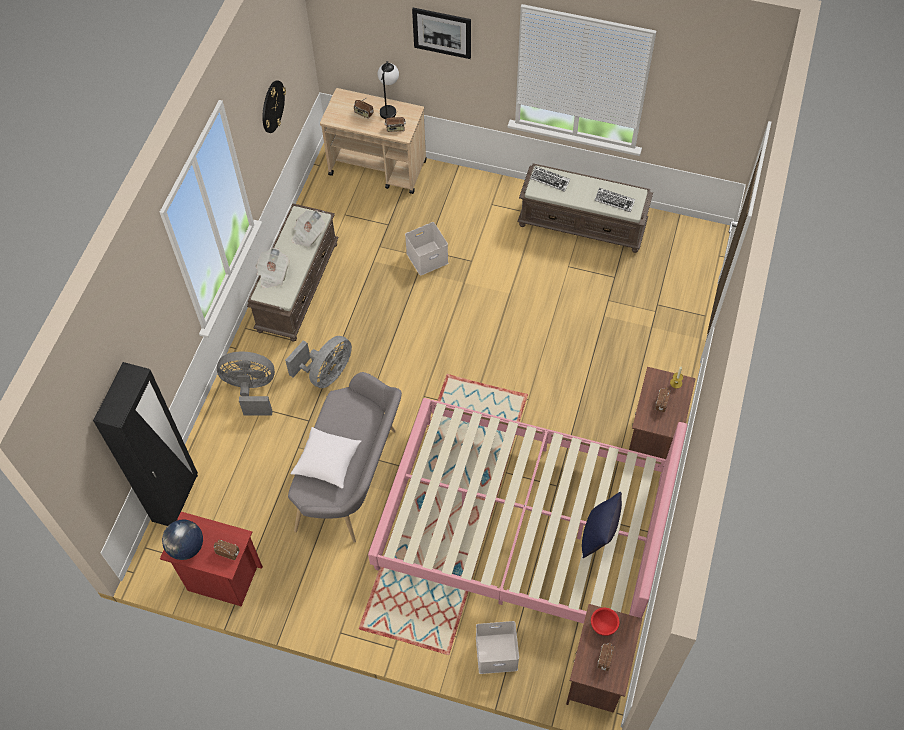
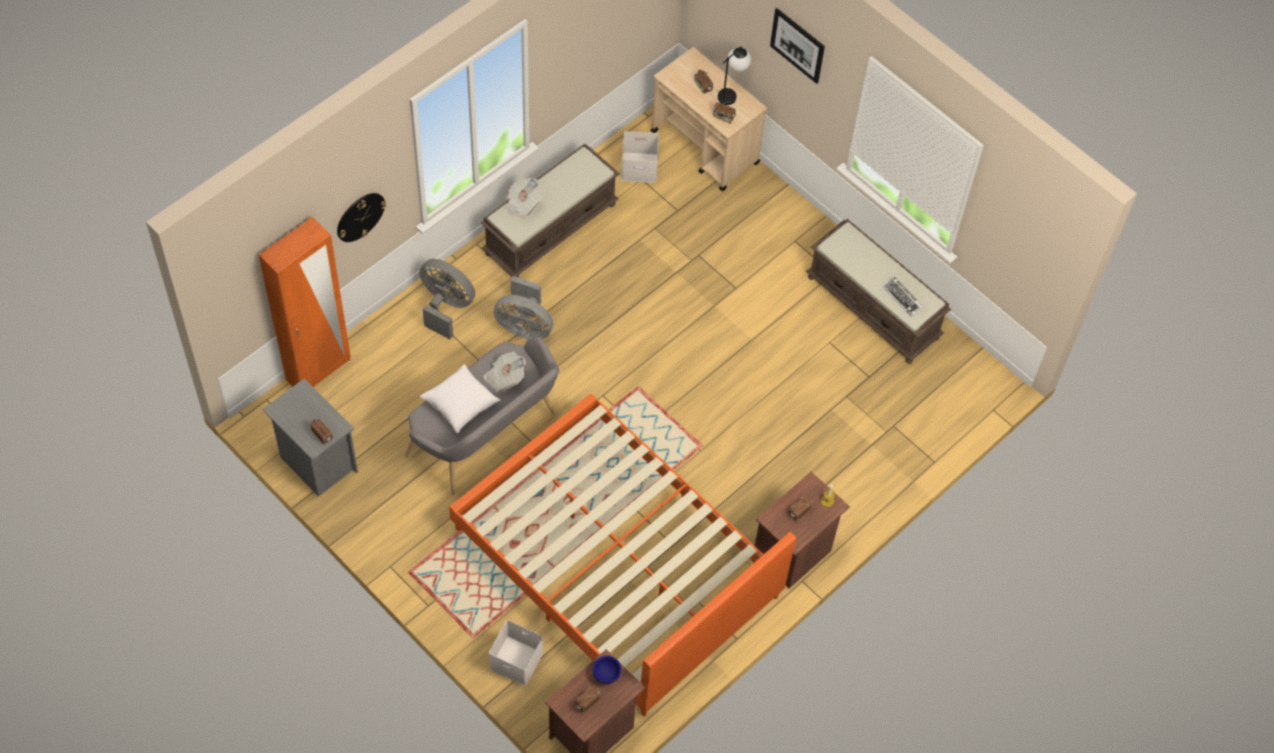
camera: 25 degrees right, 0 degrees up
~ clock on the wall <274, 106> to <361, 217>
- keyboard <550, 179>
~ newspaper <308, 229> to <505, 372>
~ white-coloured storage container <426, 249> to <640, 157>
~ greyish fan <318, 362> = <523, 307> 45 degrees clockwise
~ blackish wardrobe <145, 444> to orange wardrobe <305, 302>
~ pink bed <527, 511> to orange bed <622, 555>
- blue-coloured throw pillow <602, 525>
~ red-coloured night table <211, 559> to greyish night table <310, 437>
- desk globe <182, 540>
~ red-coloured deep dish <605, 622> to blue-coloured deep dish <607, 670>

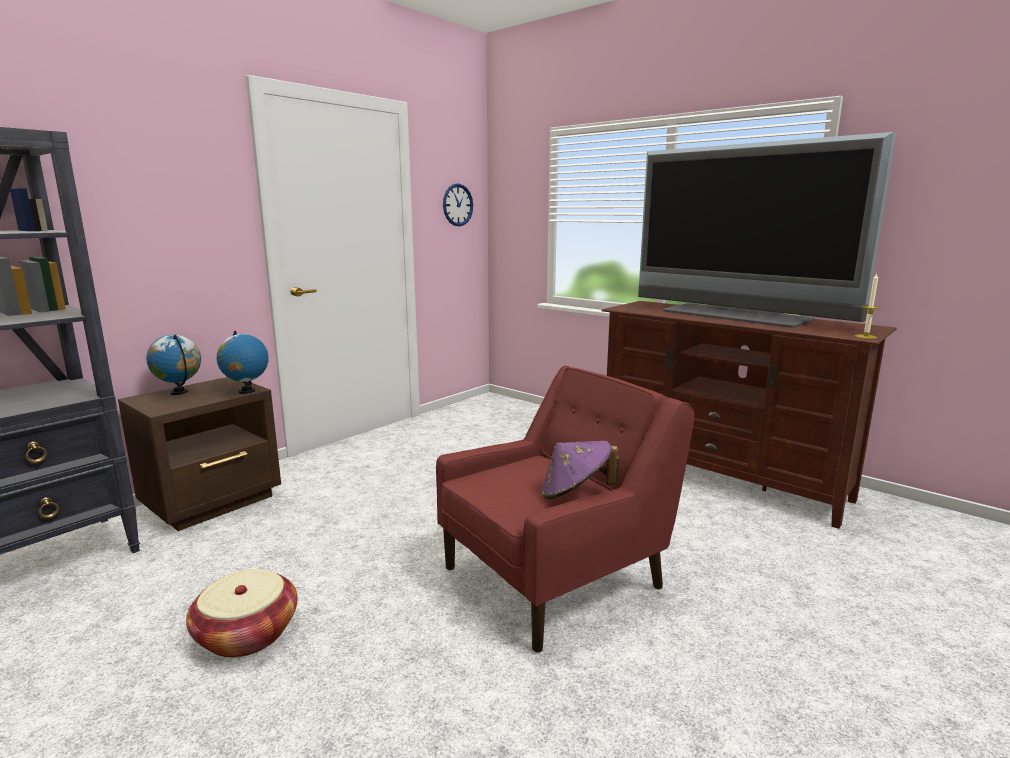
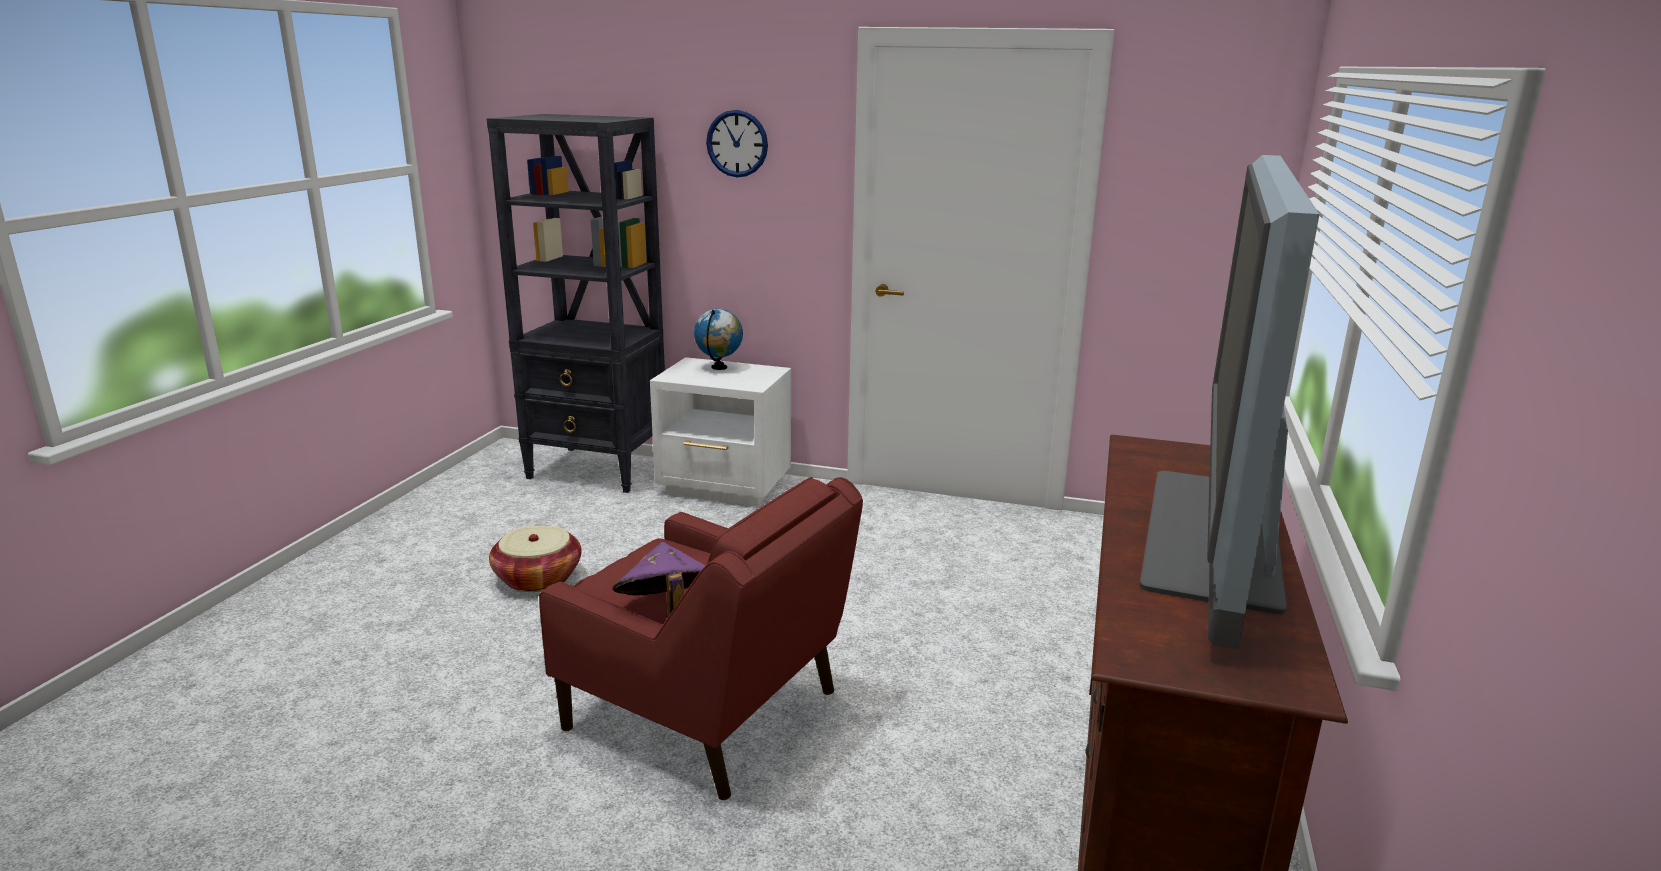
camera: 65 degrees right, 5 degrees up
~ clock on the wall <458, 204> to <737, 143>
- candle <868, 306>
- desk globe <243, 362>
~ brown night table <199, 454> to white-coloured night table <720, 431>

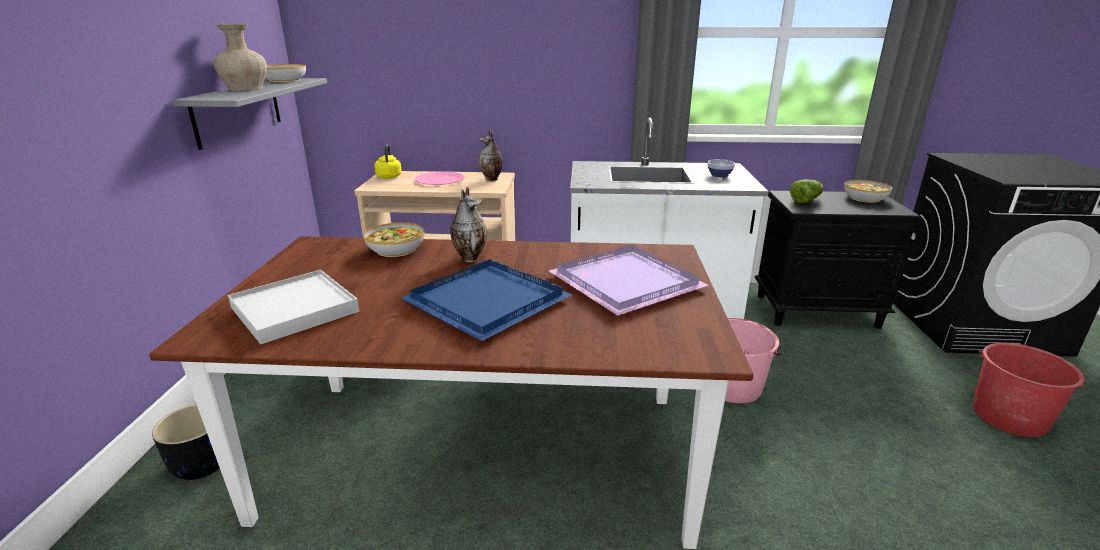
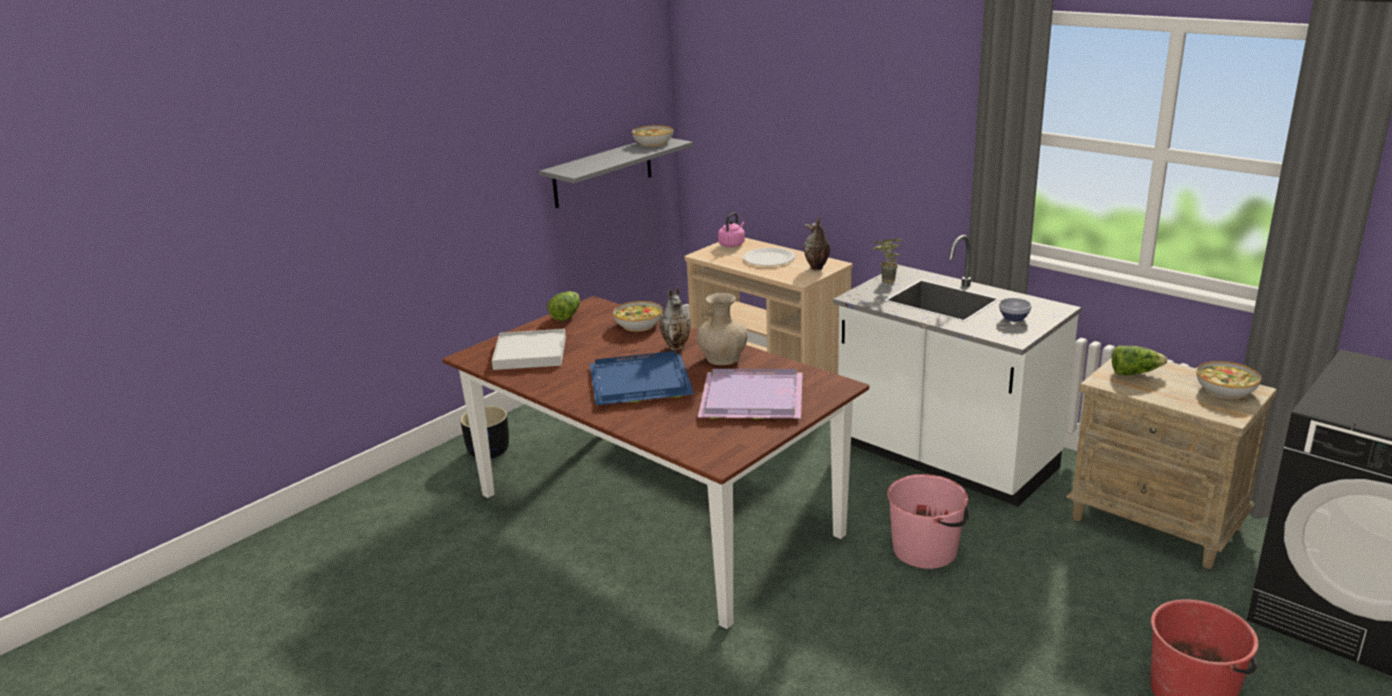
camera: 40 degrees right, 0 degrees up
~ sand-coloured decorative vase <240, 57> to <722, 329>
~ yellow water kettle <388, 161> to pink water kettle <731, 230>
~ pink dinner plate <440, 178> to white-coloured dinner plate <769, 257>
~ blackish night table <837, 260> to sand-coloured night table <1171, 463>
+ plant in a pot <887, 261>
+ lettuce head <563, 306>

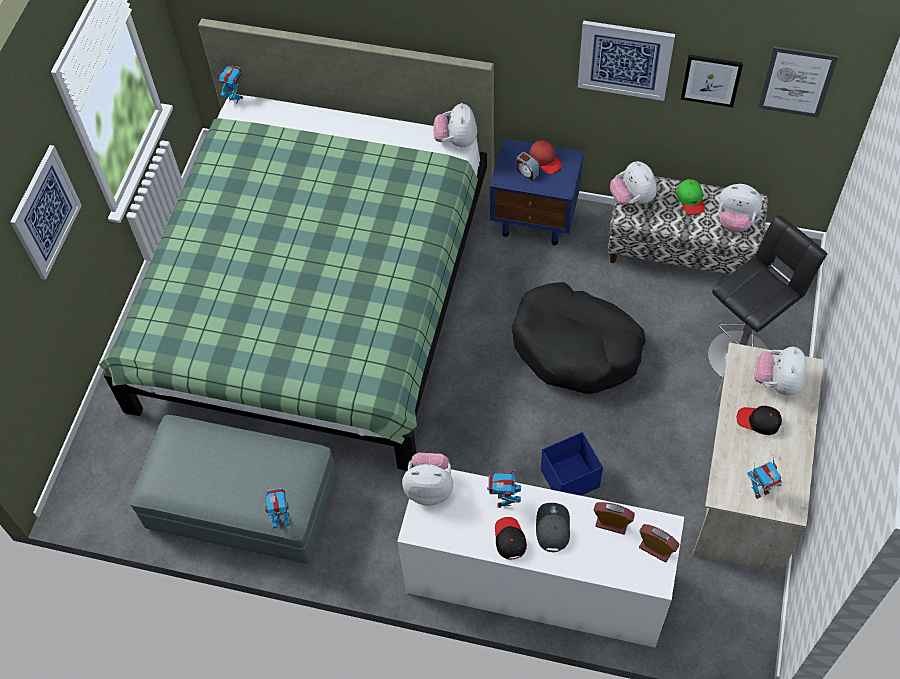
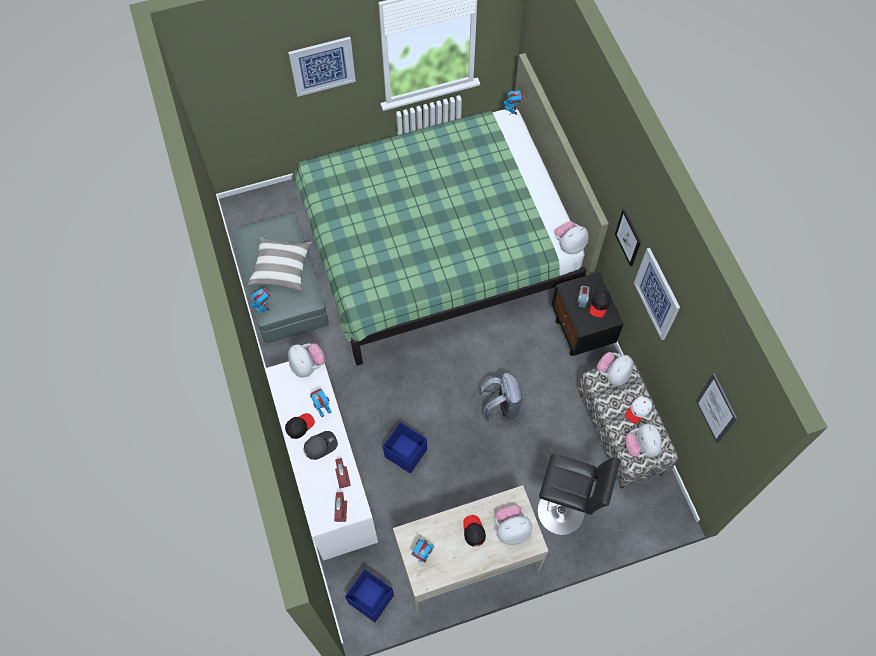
camera: 55 degrees right, 5 degrees up
~ wall art <712, 81> to <628, 237>
~ blue-coloured night table <537, 191> to blackish night table <587, 314>
~ red-coloured cap <546, 157> to blackish cap <600, 304>
~ greenish cap <690, 197> to white-coloured cap <638, 410>
~ blackish dog bed <579, 338> to greyish knapsack <500, 397>
+ throw pillow <279, 264>
+ blue-coloured storage container <369, 595>

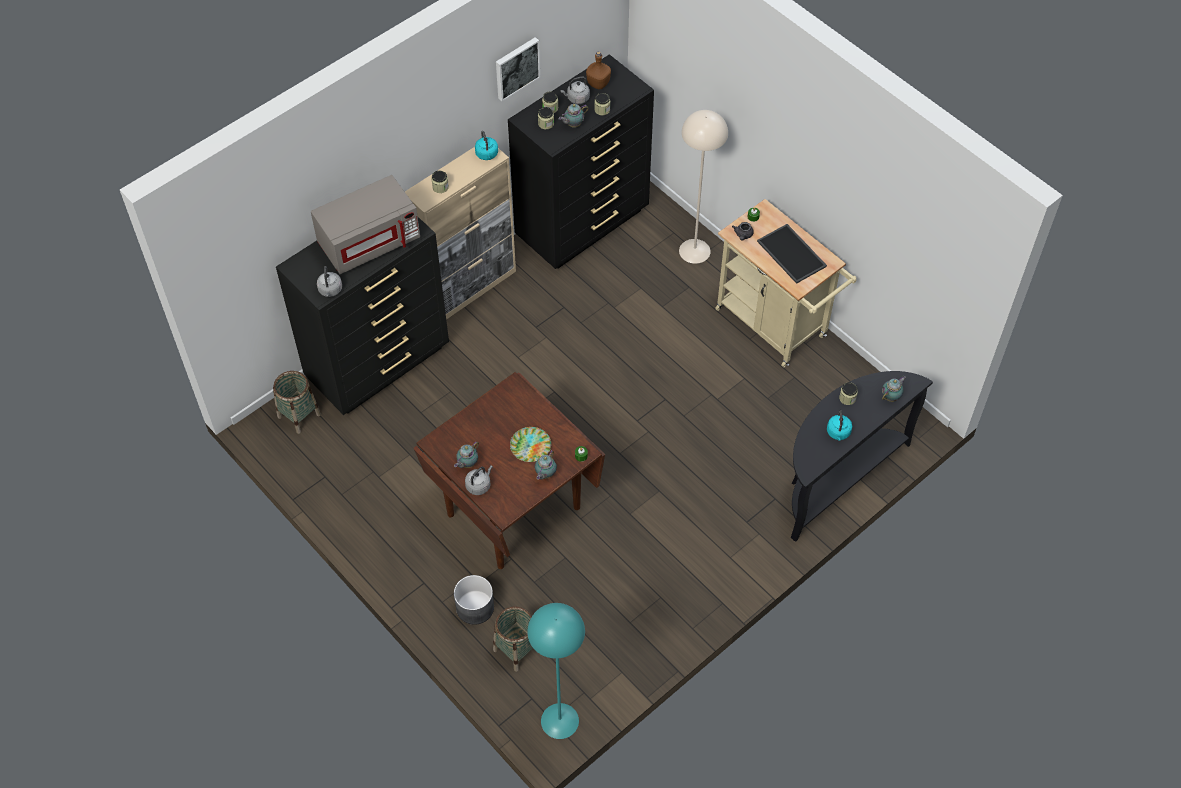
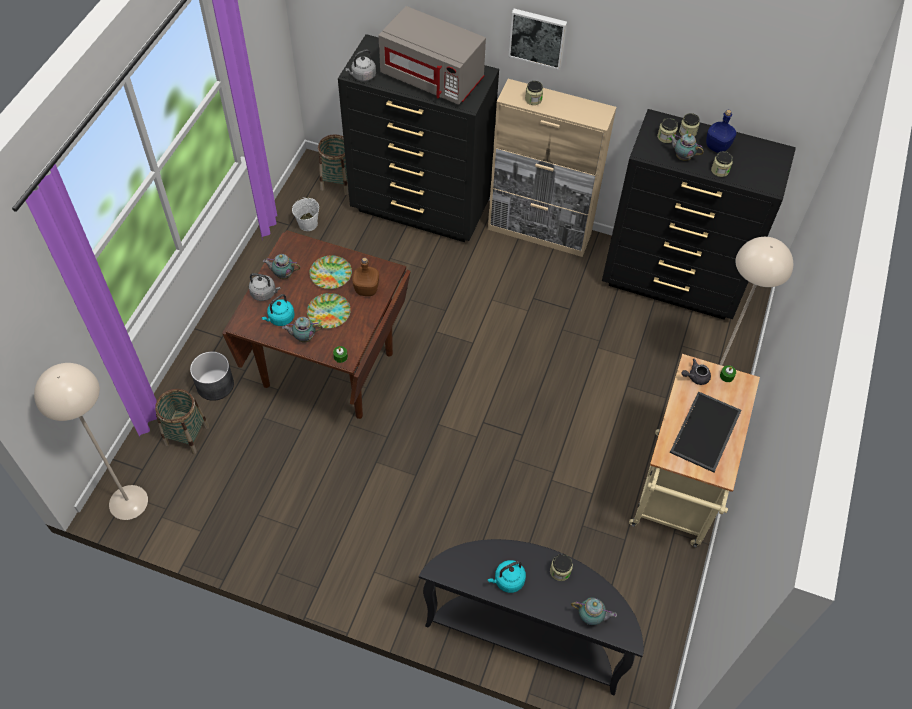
camera: 60 degrees right, 0 degrees up
~ wall art <518, 69> to <537, 39>
~ brown beverage bottle <598, 70> to <365, 276>
~ greyish water kettle <575, 90> to blue-coloured beverage bottle <721, 131>
~ turquoise water kettle <486, 145> to <278, 310>
~ turquoise floor lamp <556, 671> to sand-coloured floor lamp <91, 441>
+ white-coloured pail <305, 214>
+ dinner plate <330, 272>

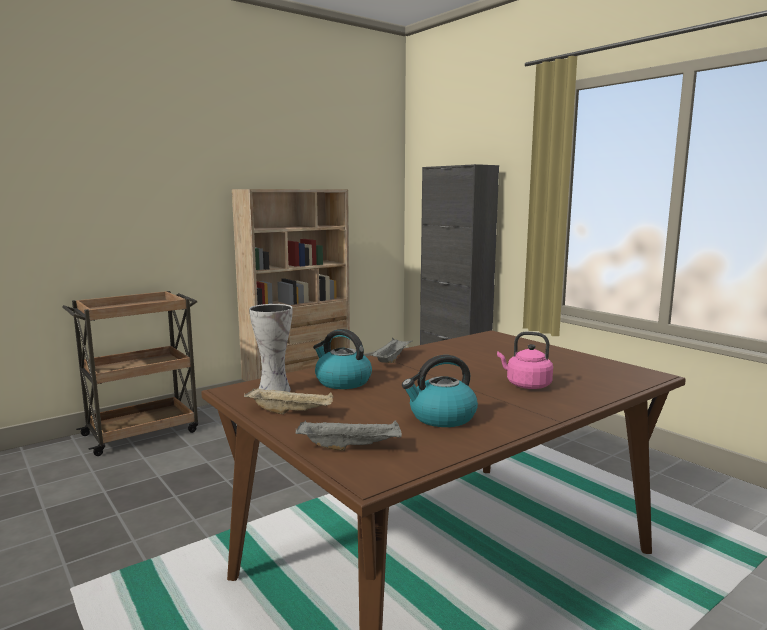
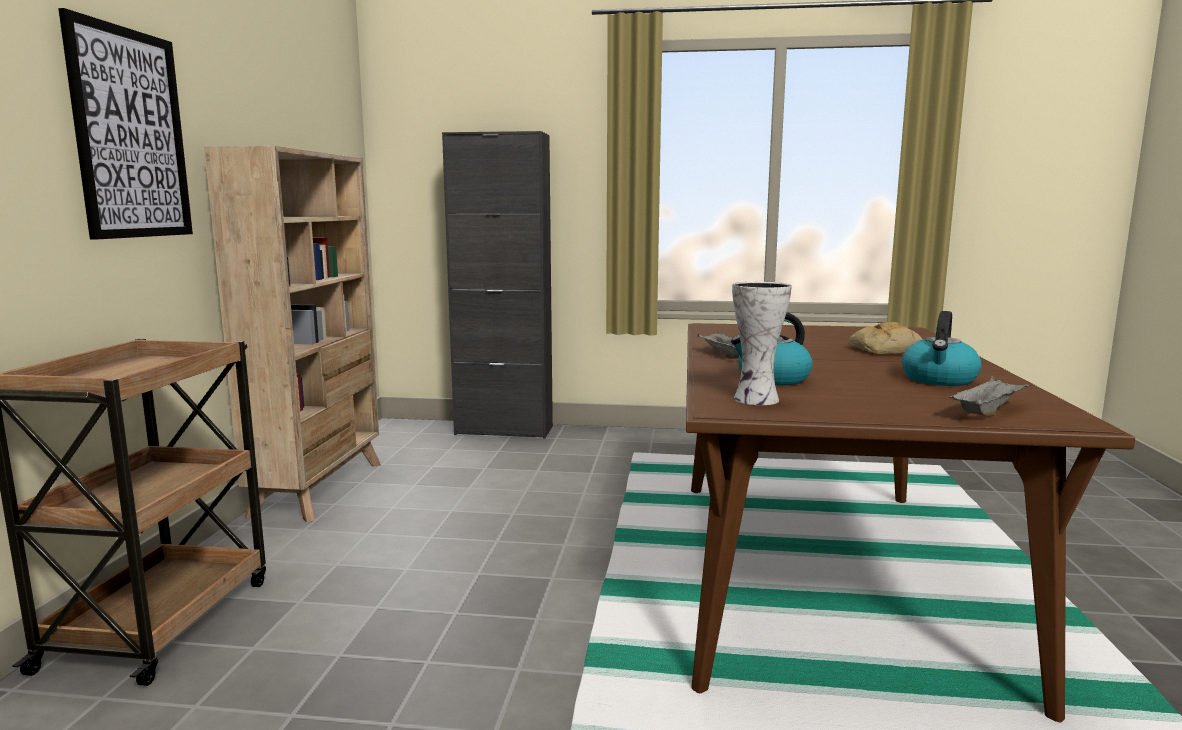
camera: 45 degrees left, 0 degrees up
~ pink water kettle <525, 360> to bread <886, 338>
- sand-coloured serving tray <288, 400>
+ wall art <125, 124>

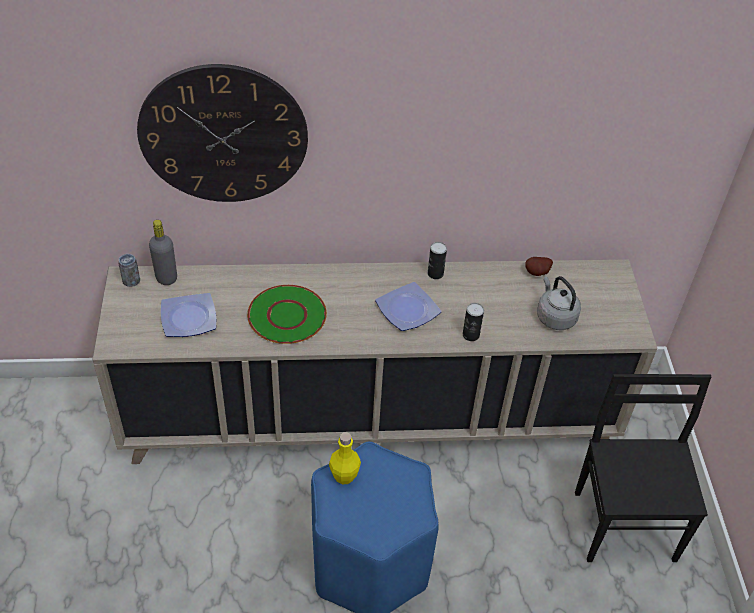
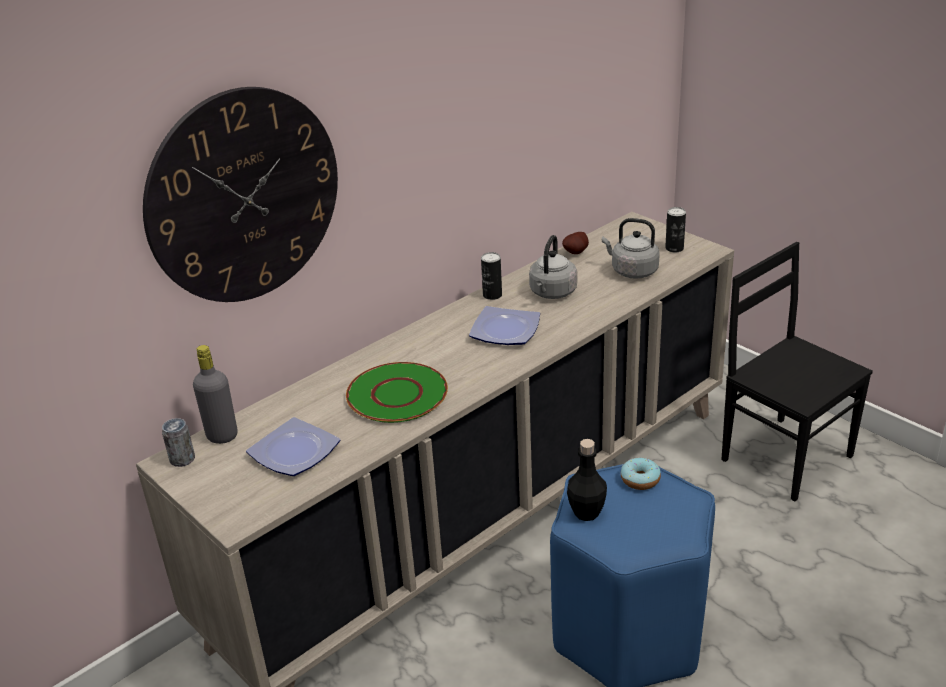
camera: 35 degrees left, 15 degrees down
~ metal can <473, 322> to <675, 229>
~ yellow beverage bottle <345, 458> to blackish beverage bottle <587, 480>
+ greyish water kettle <553, 267>
+ doughnut <641, 474>

